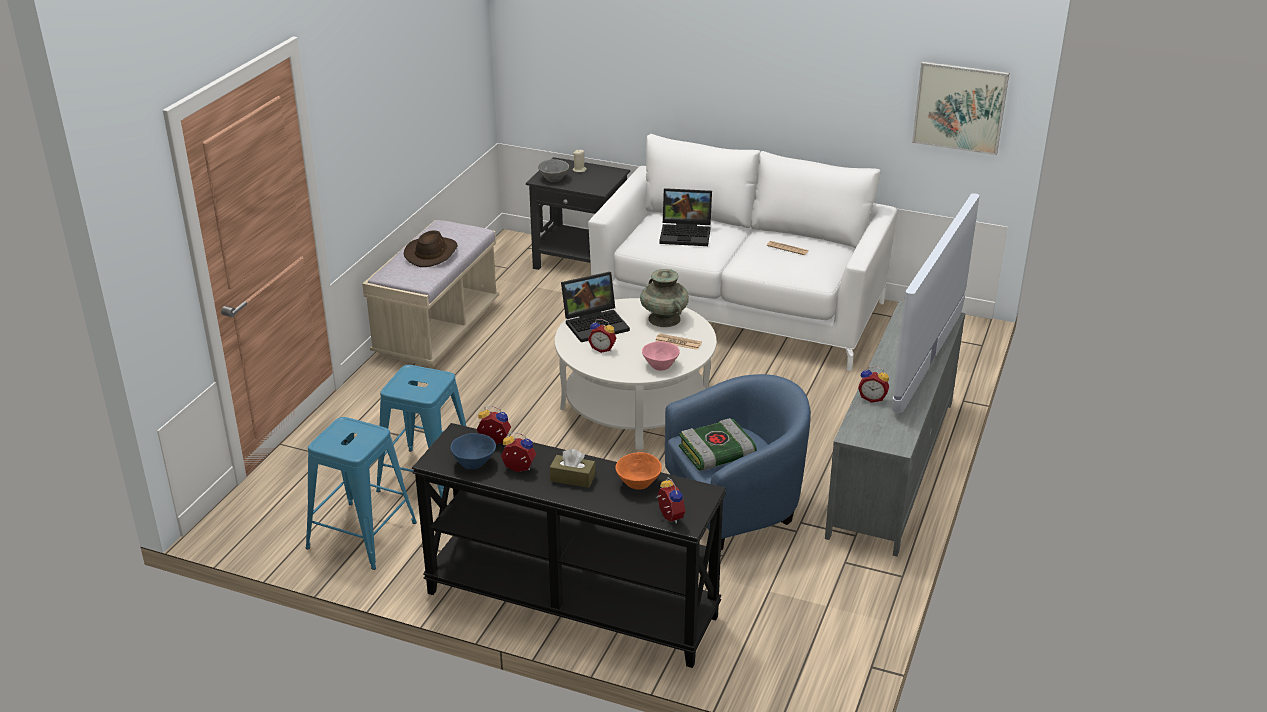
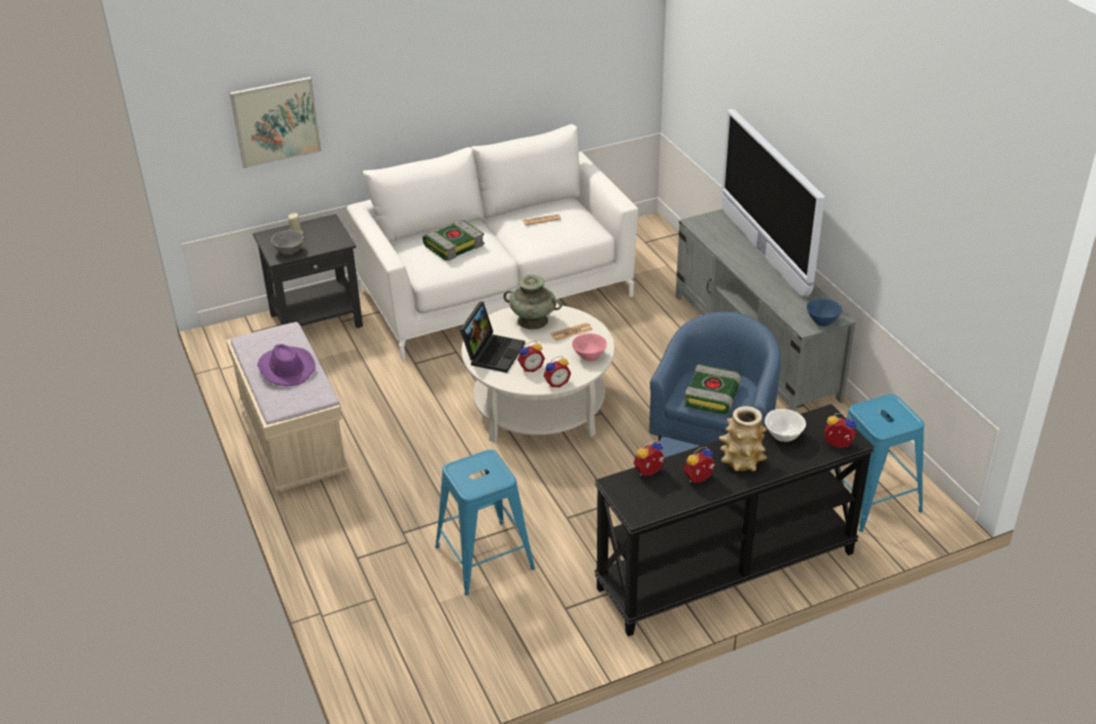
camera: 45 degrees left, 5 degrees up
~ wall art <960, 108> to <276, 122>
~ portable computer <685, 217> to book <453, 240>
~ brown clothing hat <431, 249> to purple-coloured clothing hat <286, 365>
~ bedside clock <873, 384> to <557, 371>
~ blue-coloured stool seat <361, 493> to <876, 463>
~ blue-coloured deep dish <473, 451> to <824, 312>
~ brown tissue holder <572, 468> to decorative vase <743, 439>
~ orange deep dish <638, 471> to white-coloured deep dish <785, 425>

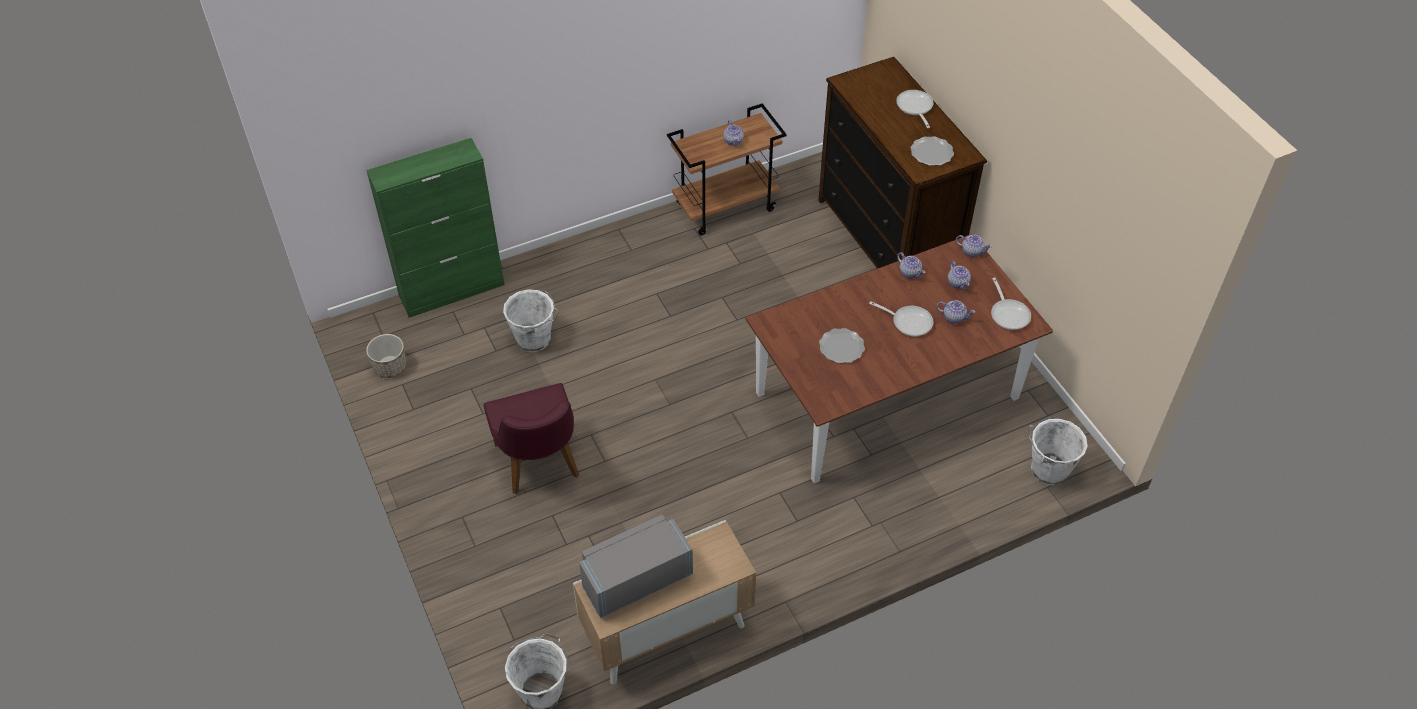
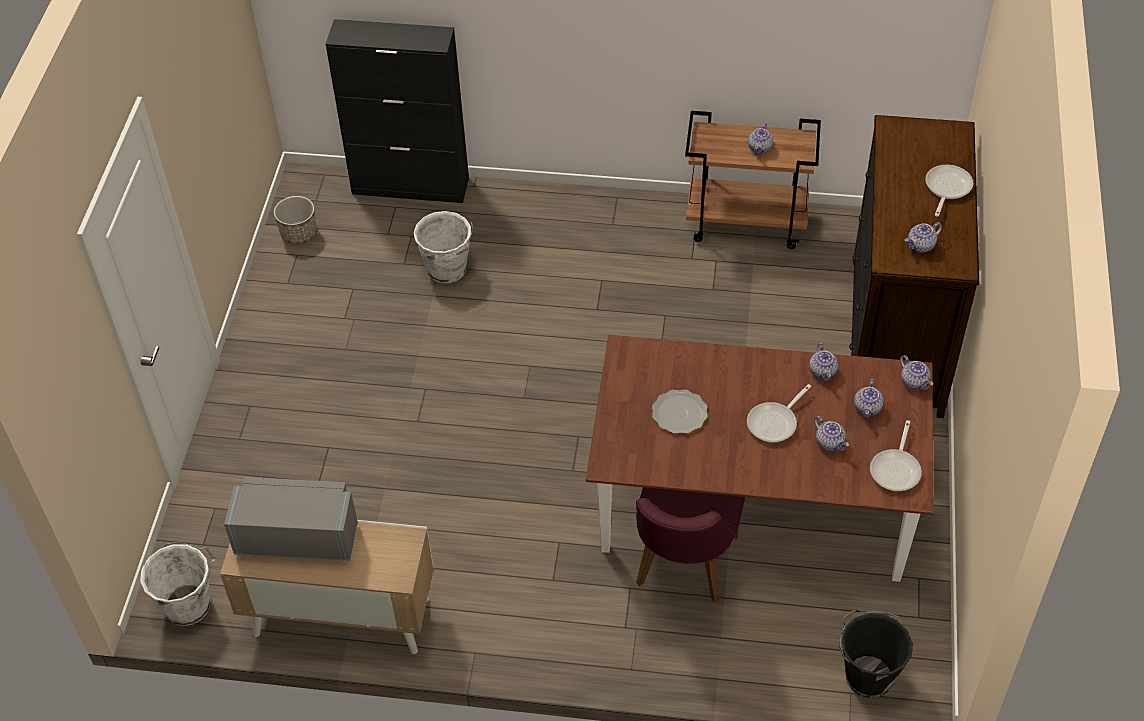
camera: 35 degrees right, 0 degrees up
~ dinner plate <932, 151> to tea pot <923, 237>
~ greenish storage cabinet <435, 228> to blackish storage cabinet <397, 111>
~ frying pan <901, 319> = <779, 413> 75 degrees clockwise
~ purple-coloured chair <531, 438> to <690, 544>
~ white-coloured pail <1056, 450> to blackish pail <876, 654>

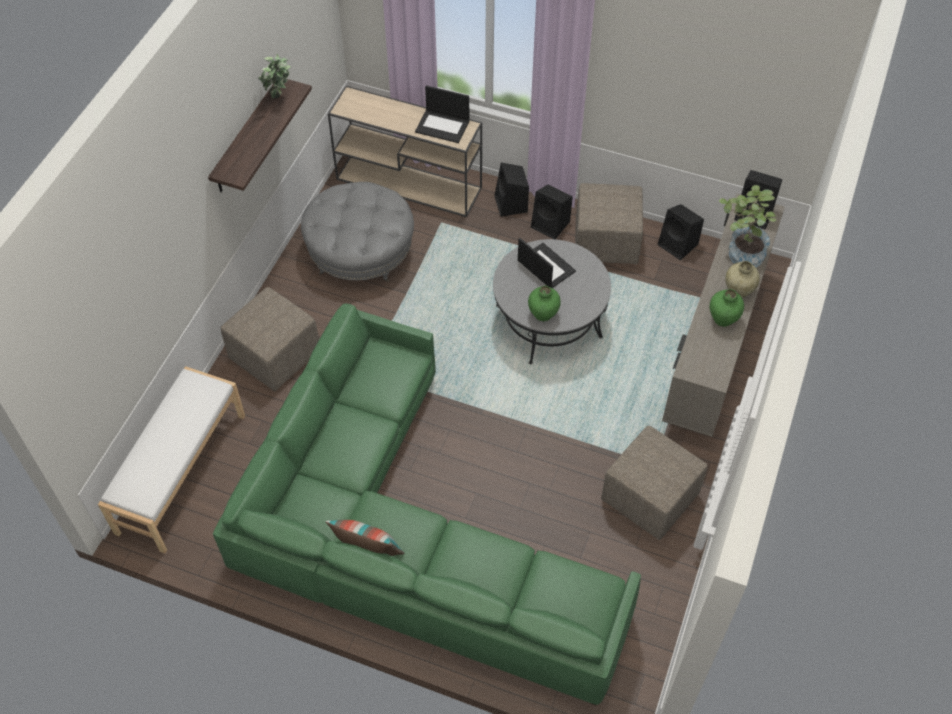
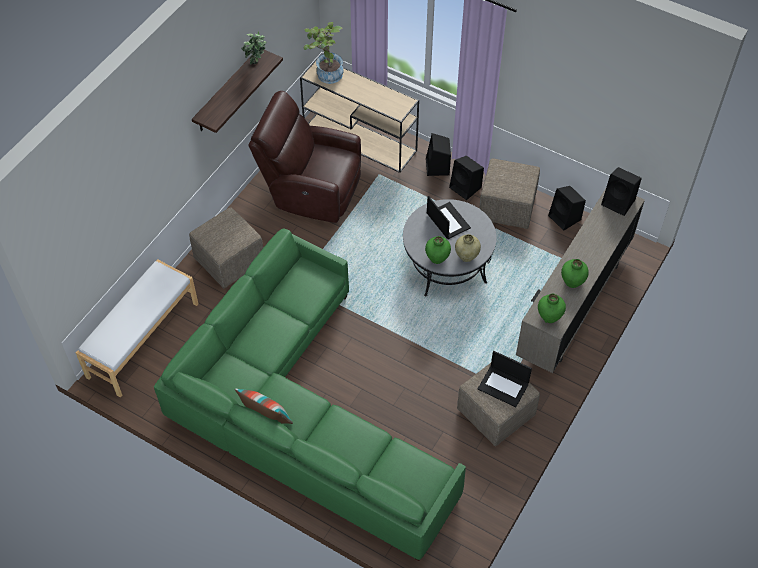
camera: 10 degrees right, 0 degrees up
~ portable computer <442, 114> to <505, 379>
~ greyish footrest <357, 232> to brown armchair <304, 157>
~ plant in a pot <747, 226> to <324, 53>
~ sand-coloured decorative vase <742, 279> to <468, 248>
+ greenish decorative vase <552, 308>

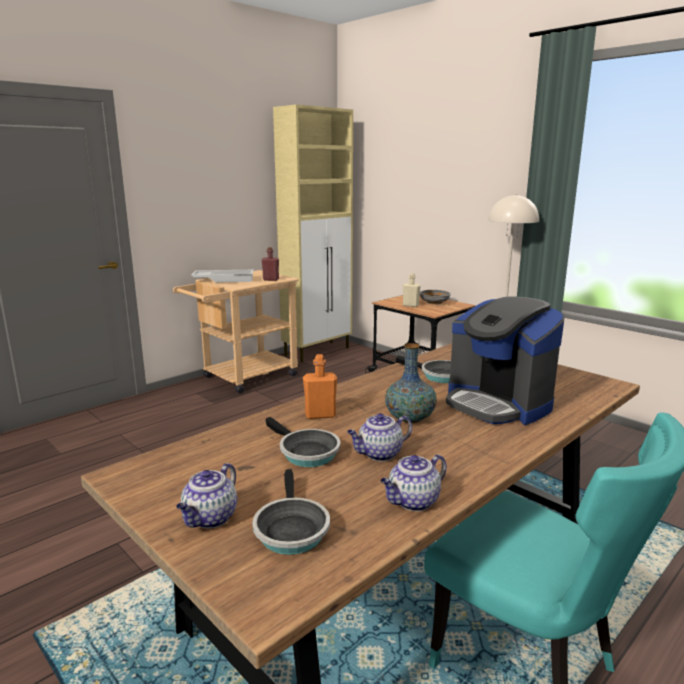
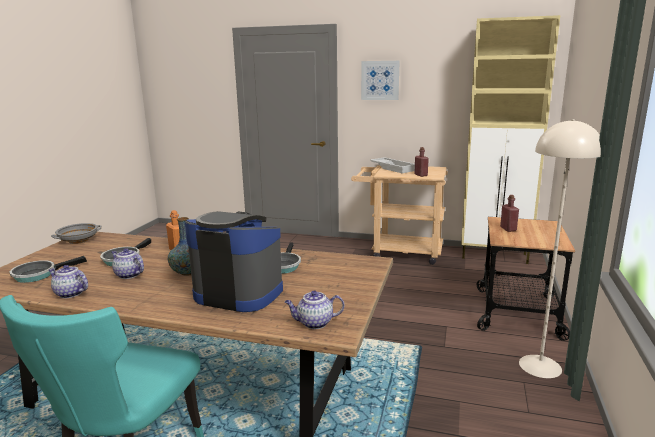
camera: 60 degrees right, 0 degrees up
~ sand-coloured beverage bottle <412, 290> to red-coloured beverage bottle <509, 213>
~ greyish deep dish <435, 297> to <76, 233>
~ coffee maker <505, 360> = <234, 261> 90 degrees clockwise
~ tea pot <206, 495> to <314, 310>
+ wall art <380, 80>

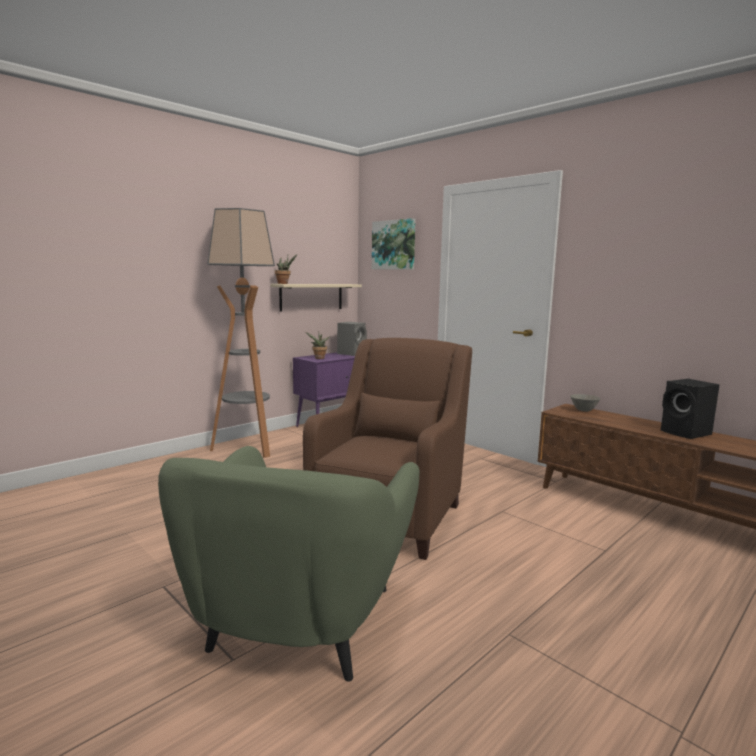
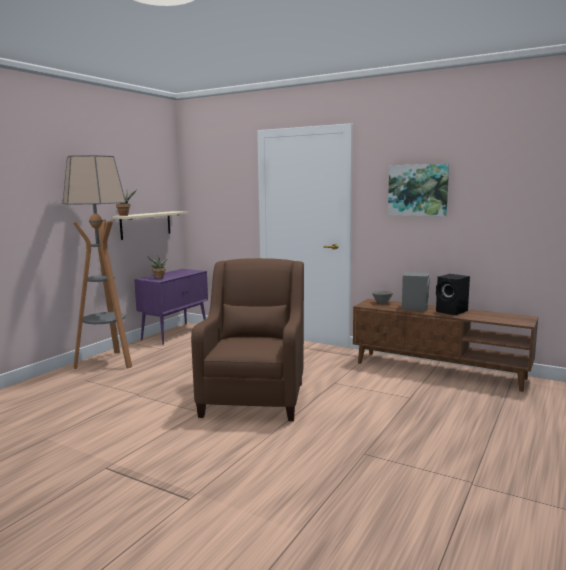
camera: 15 degrees left, 0 degrees up
~ wall art <393, 244> to <418, 190>
~ greyish speaker <352, 339> to <416, 291>
- greenish armchair <288, 564>

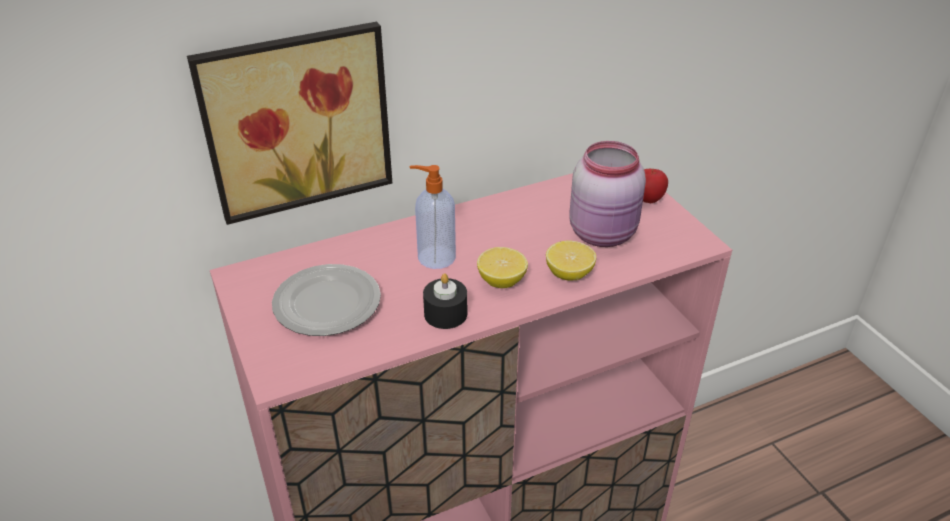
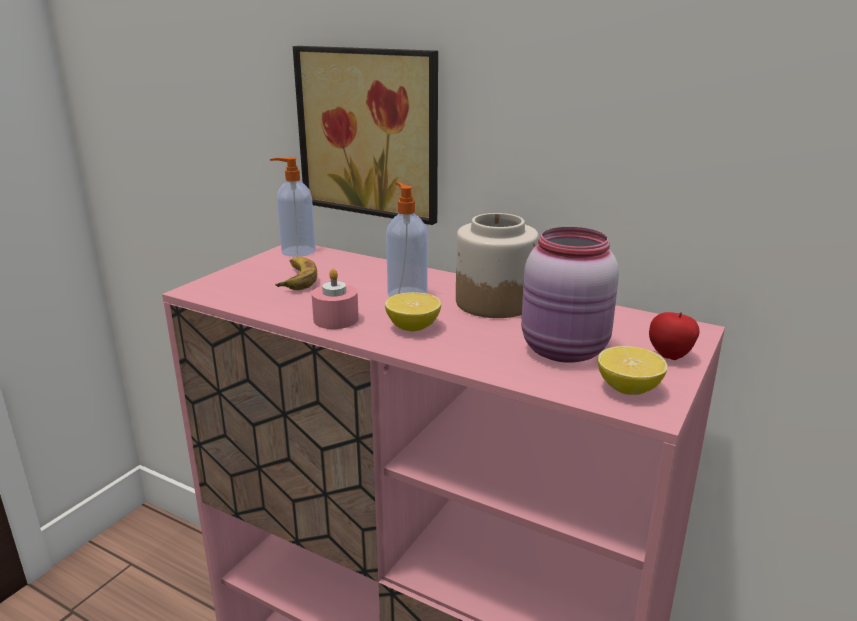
camera: 55 degrees right, 15 degrees down
~ citrus fruit <571, 260> to <633, 370>
~ dinner plate <326, 300> to banana <296, 273>
~ blackish candle <445, 301> to pink candle <335, 299>
+ soap dispenser <293, 207>
+ storage jar <497, 265>

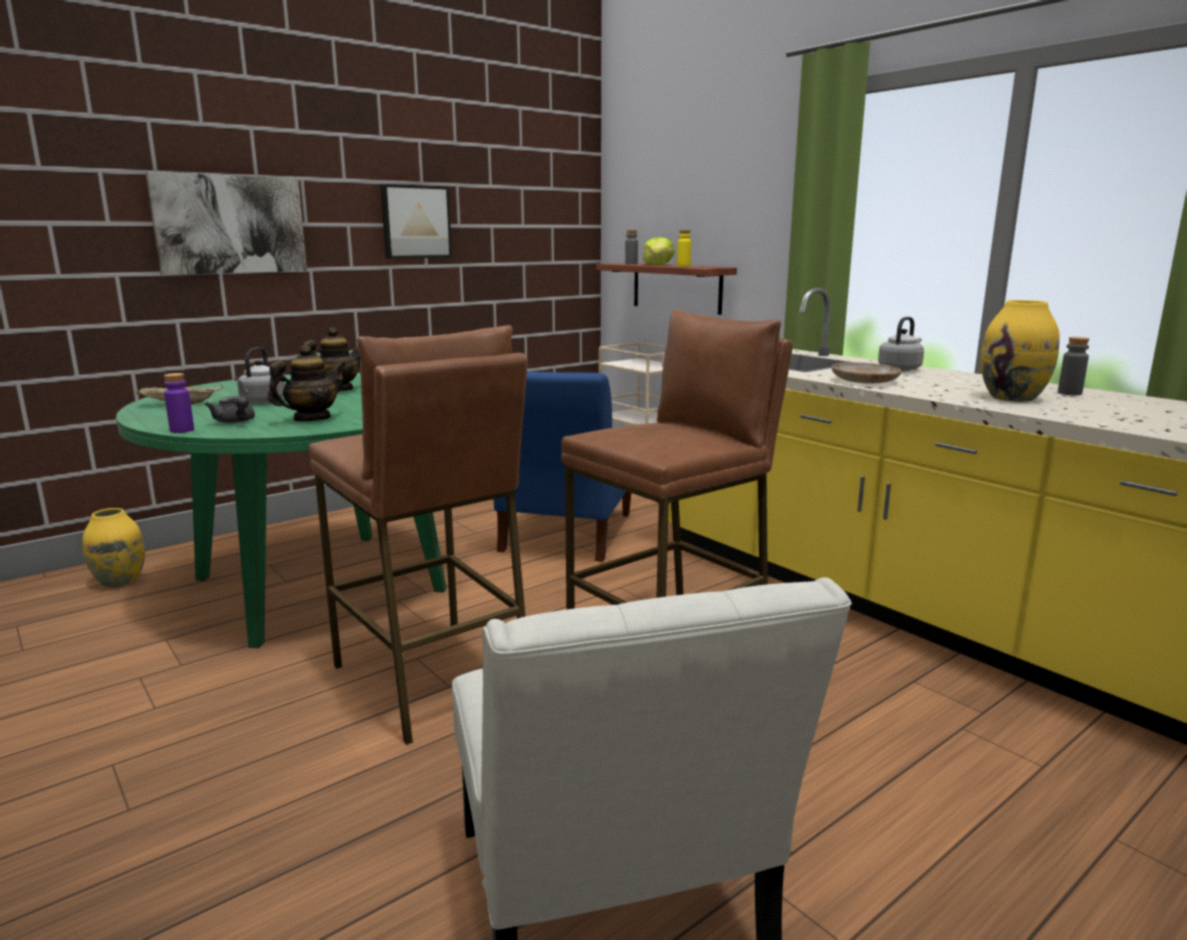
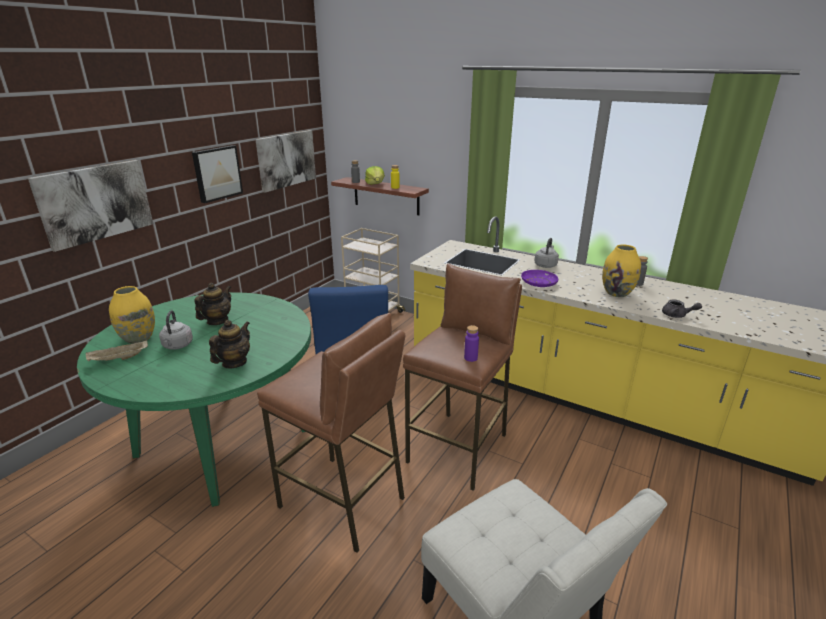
camera: 20 degrees left, 10 degrees up
~ sand-coloured dinner plate <866, 372> to purple-coloured dinner plate <539, 278>
~ purple-coloured beverage bottle <179, 403> to <471, 343>
~ greyish tea pot <230, 409> to <682, 309>
~ yellow decorative vase <113, 547> to <132, 315>
+ wall art <285, 161>

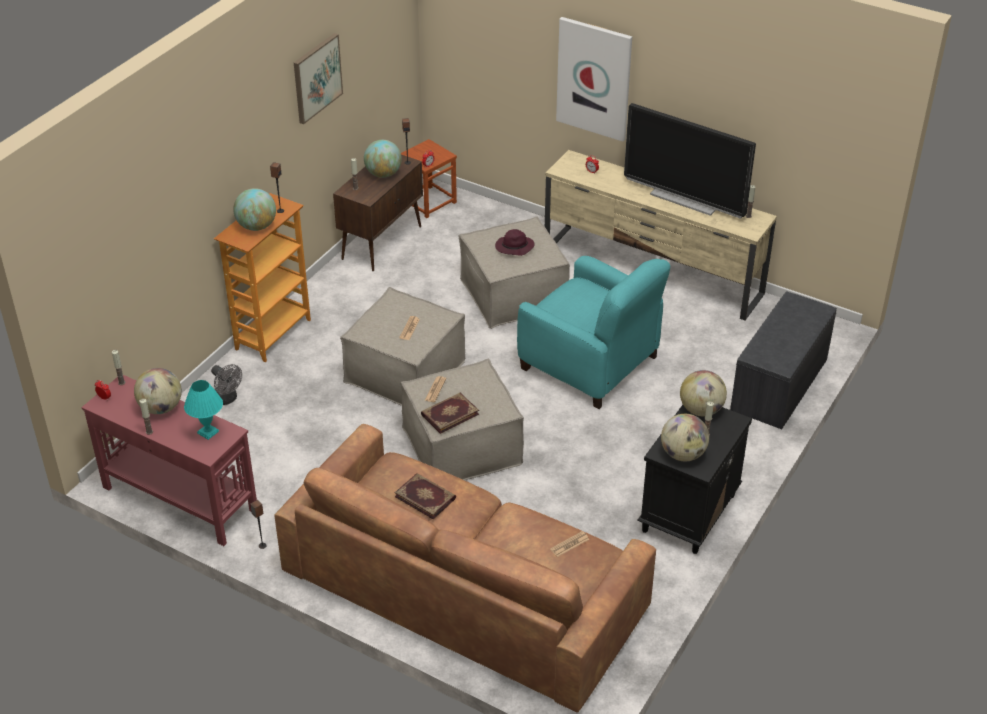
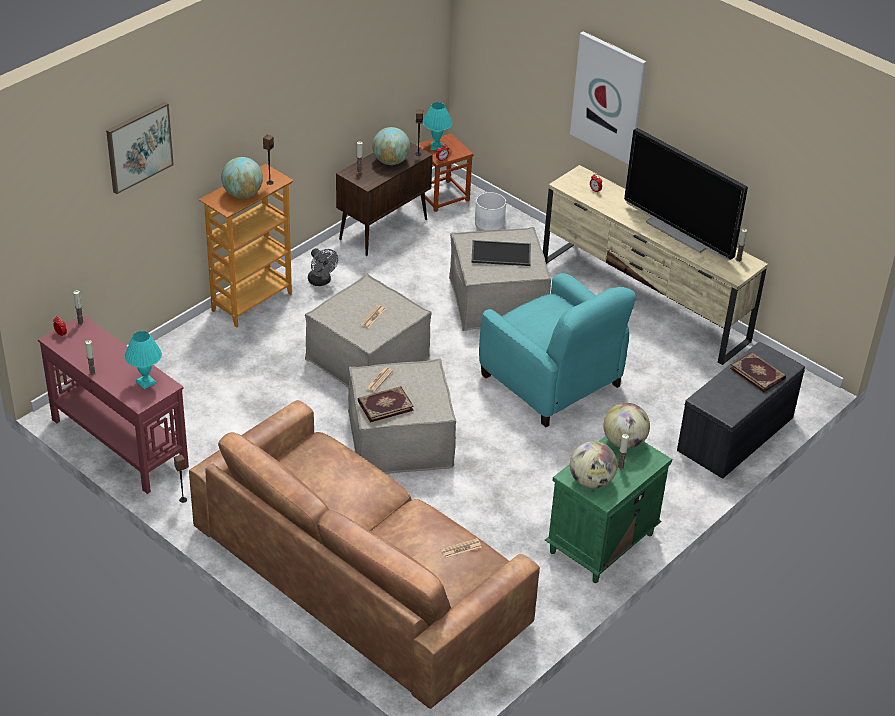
camera: 10 degrees right, 0 degrees up
~ wall art <318, 78> to <140, 148>
~ purple-coloured clothing hat <515, 242> to serving tray <501, 253>
~ greyish fan <226, 384> to <323, 267>
- desk globe <158, 391>
~ blackish night table <694, 479> to greenish night table <608, 509>
~ book <425, 496> to <758, 372>
+ turquoise tabletop lamp <437, 126>
+ white-coloured plant pot <490, 211>

